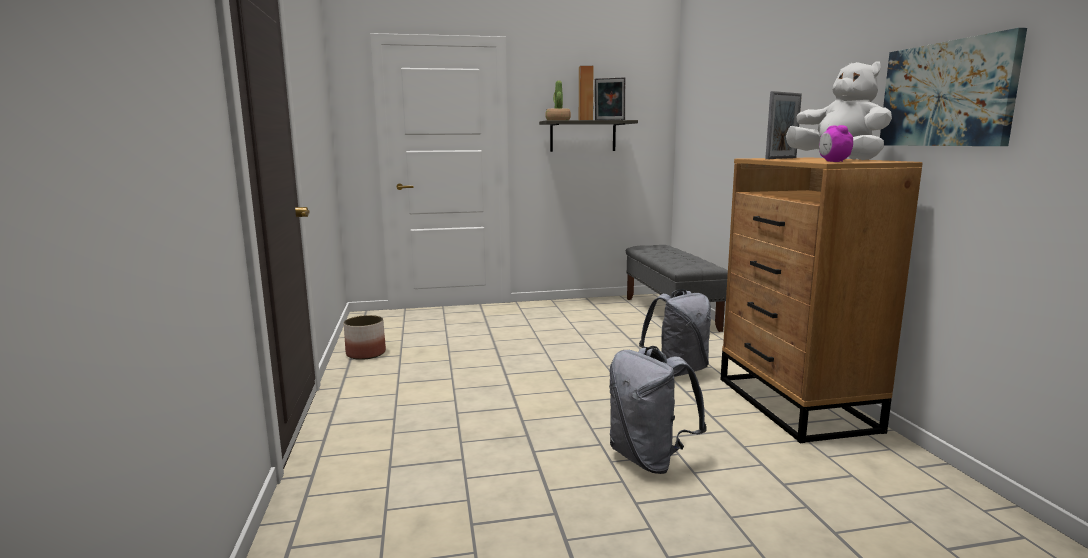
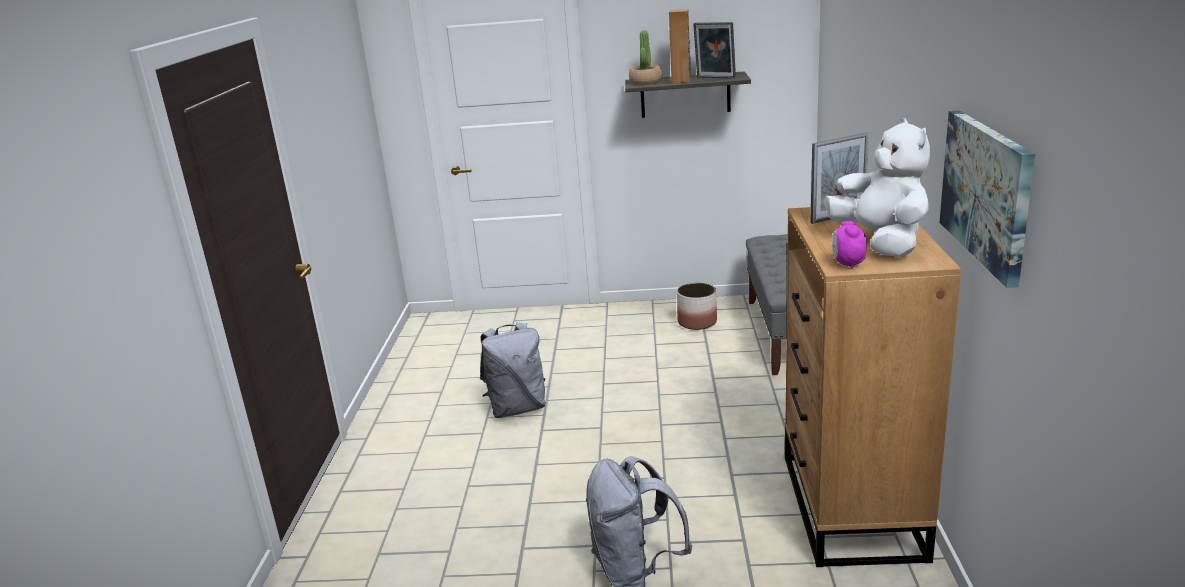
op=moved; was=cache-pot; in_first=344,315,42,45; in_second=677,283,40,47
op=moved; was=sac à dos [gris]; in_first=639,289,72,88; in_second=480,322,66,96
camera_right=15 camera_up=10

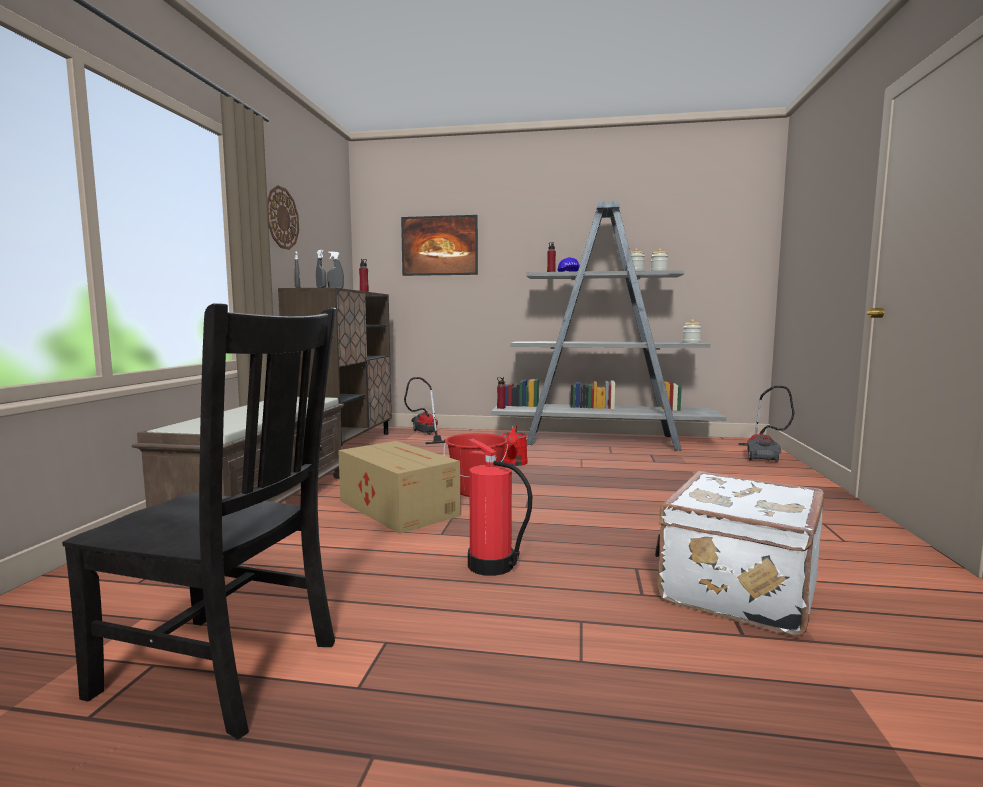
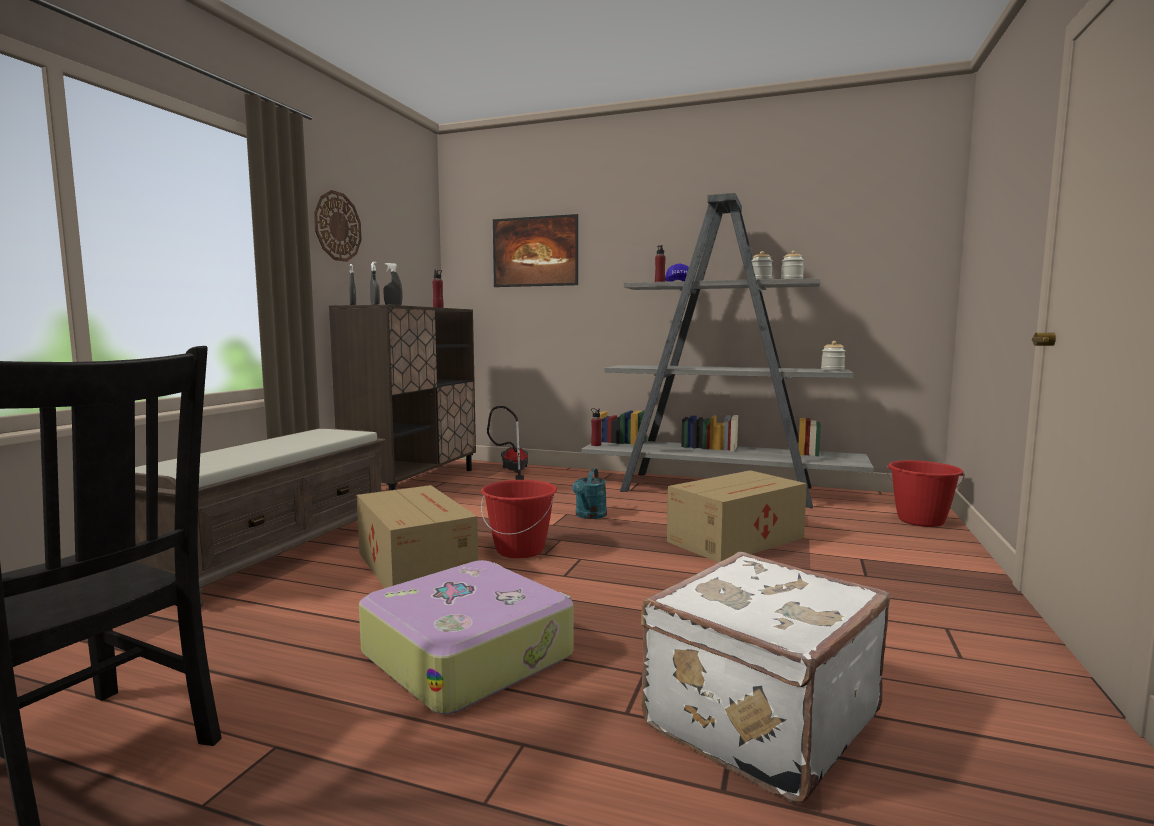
op=replaced; was=extincteur; now=valise; in_first=468,438,64,138; in_second=359,560,214,155
op=recoloured; was=arrosoir [rouge]; now=arrosoir [turquoise]; in_first=502,425,25,41; in_second=572,468,35,51
op=replaced; was=aspirateur; now=seau [rouge]; in_first=739,386,55,76; in_second=887,460,78,67
op=added; now=carton; in_second=667,470,140,93
camera_right=10 camera_up=0

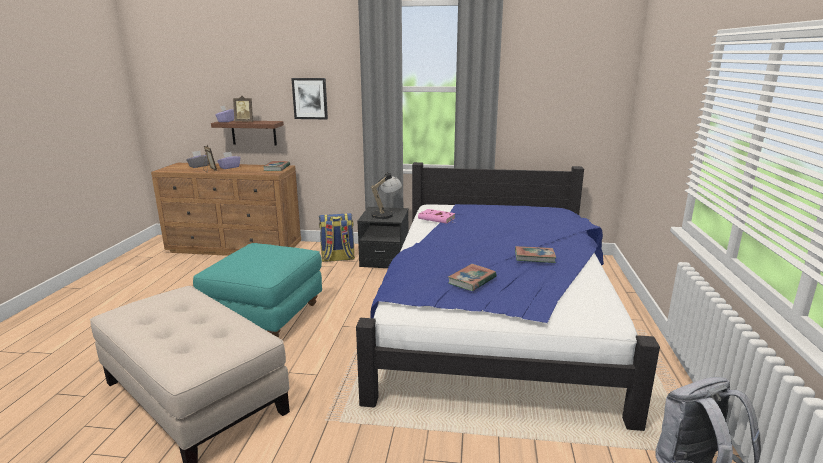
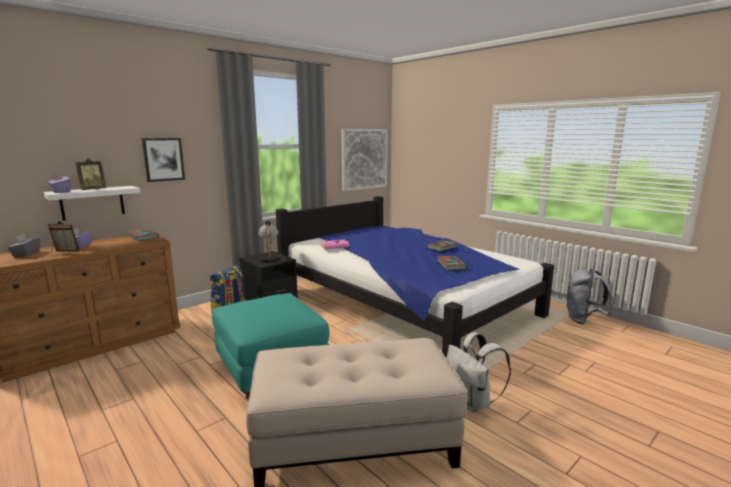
op=recoloured; was=étagère [marron]; now=étagère [blanc]; in_first=211,120,73,25; in_second=44,186,97,35
op=added; now=tableau; in_second=341,129,47,62
op=added; now=sac à dos [blanc]; in_second=447,332,64,80
camera_right=-50 camera_up=-5

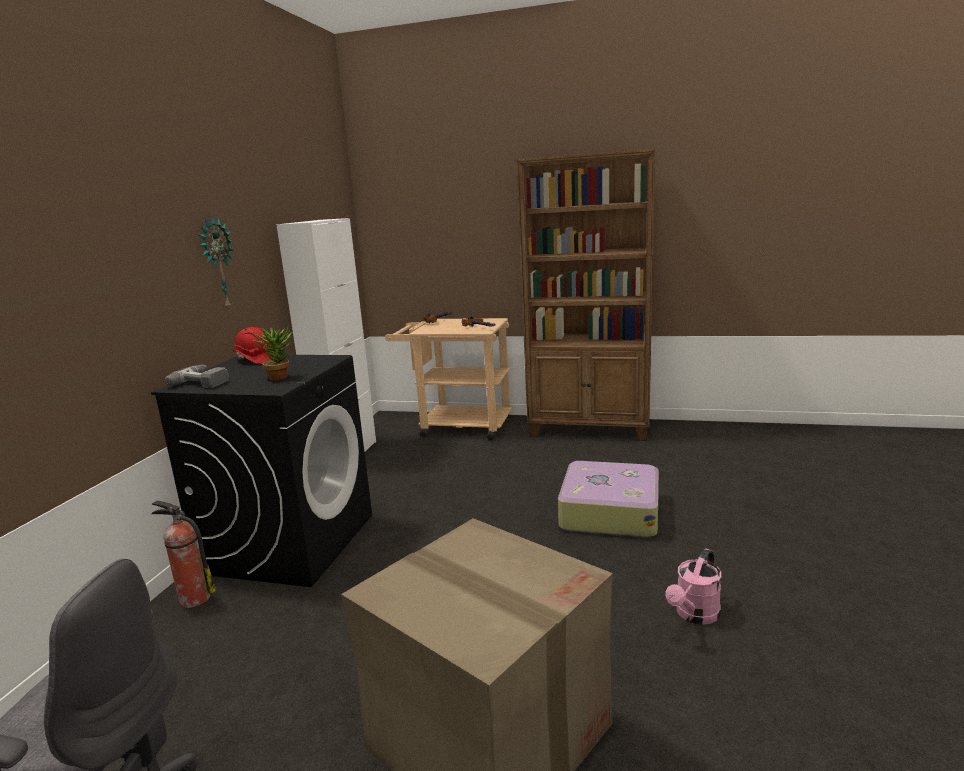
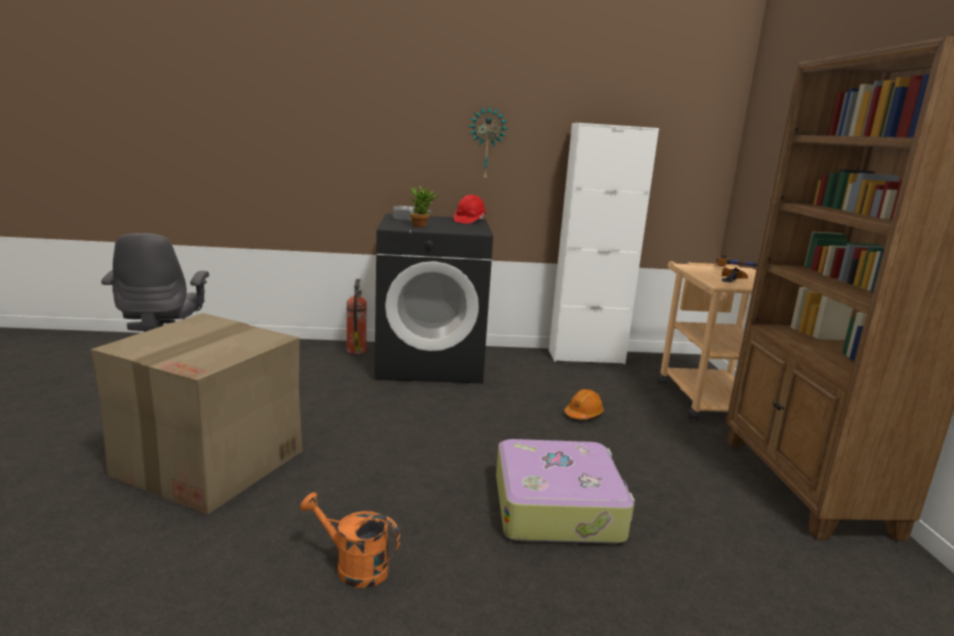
op=recoloured; was=arrosoir [rose]; now=arrosoir [orange]; in_first=666,549,56,76; in_second=300,492,101,96
op=added; now=casque de chantier [orange]; in_second=564,389,40,30
camera_right=70 camera_up=0

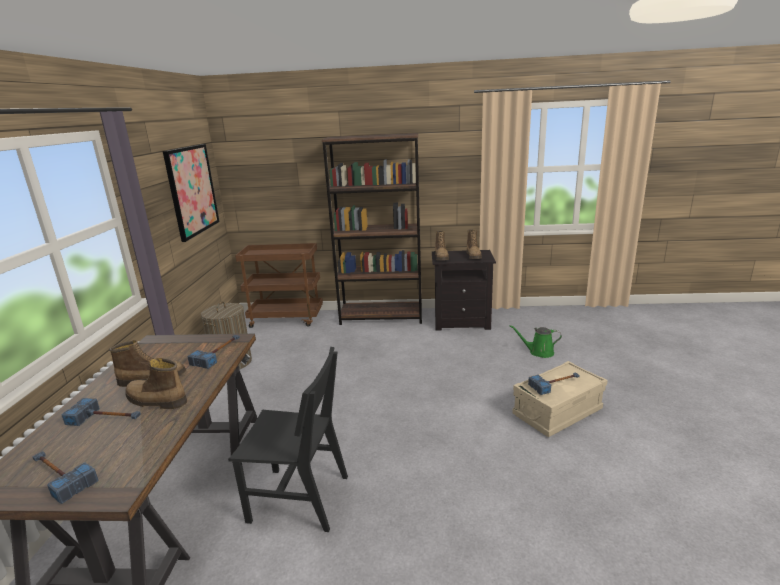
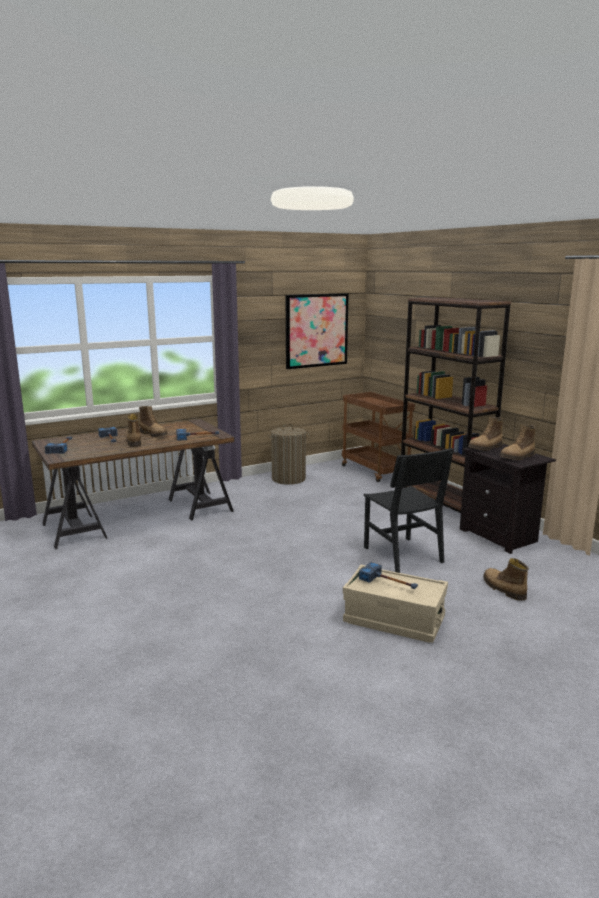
op=moved; was=chaise [noir]; in_first=228,347,120,185; in_second=363,448,91,125
op=replaced; was=arrosoir [vert]; now=botte; in_first=510,325,52,33; in_second=483,558,46,43
camera_right=55 camera_up=-5

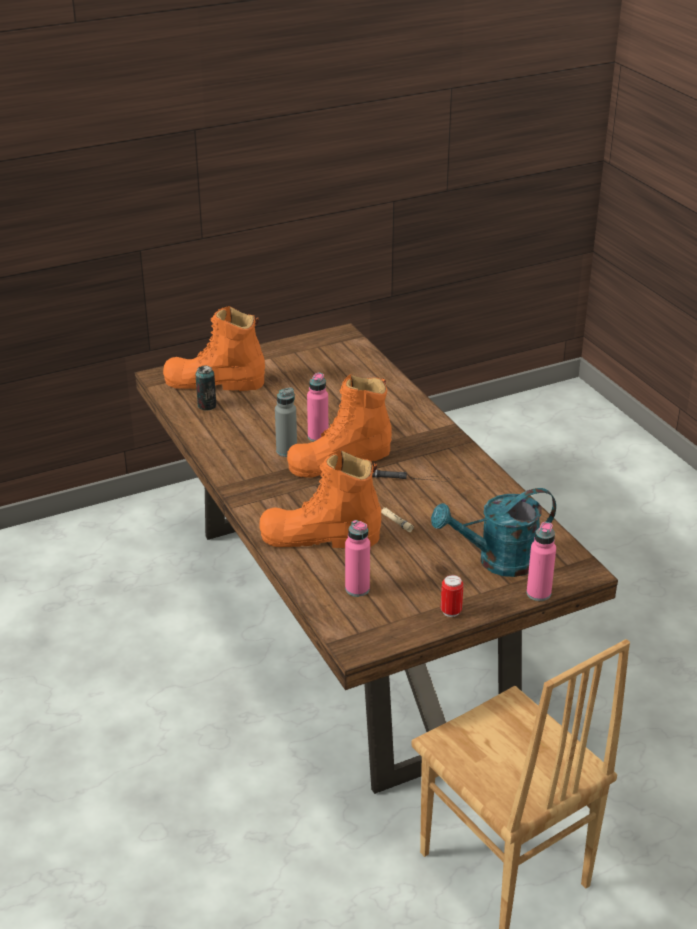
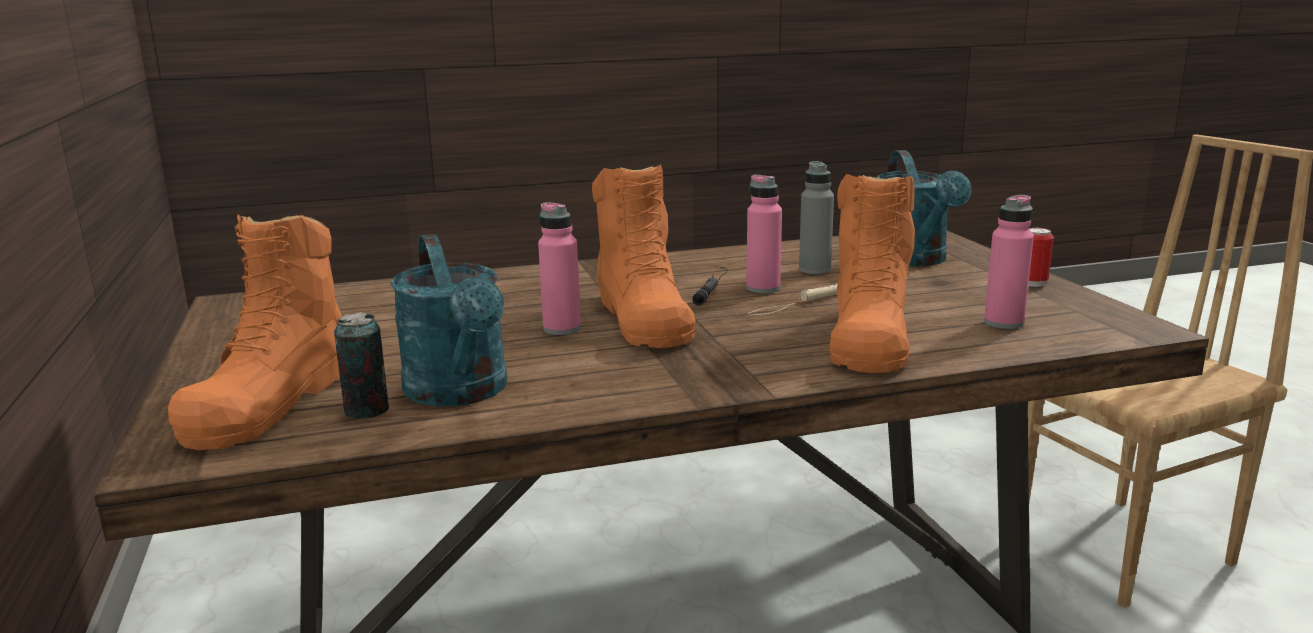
op=moved; was=bouteille [gris]; in_first=275,388,22,69; in_second=799,161,35,113
op=moved; was=bouteille [rose]; in_first=527,522,29,79; in_second=746,174,36,119
op=added; now=arrosoir [turquoise]; in_second=390,234,117,172
camera_right=-80 camera_up=-15

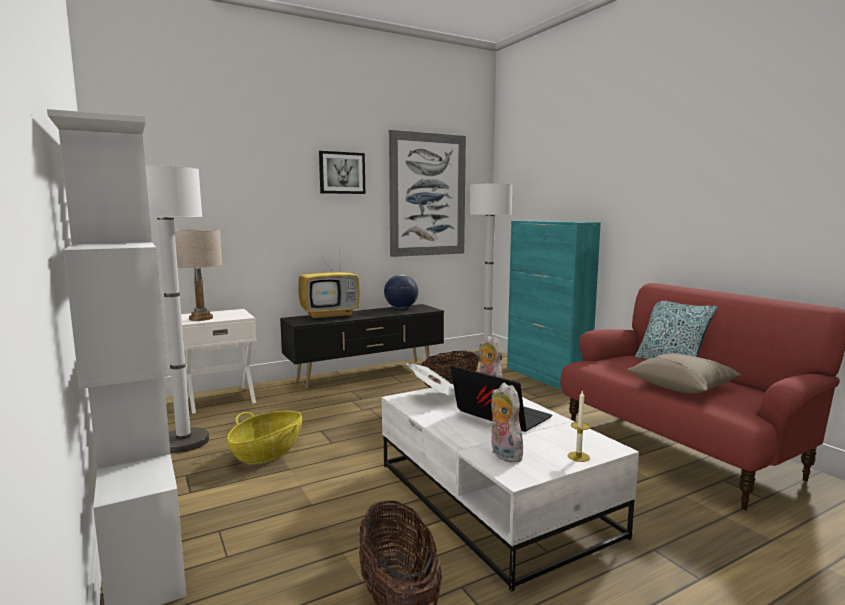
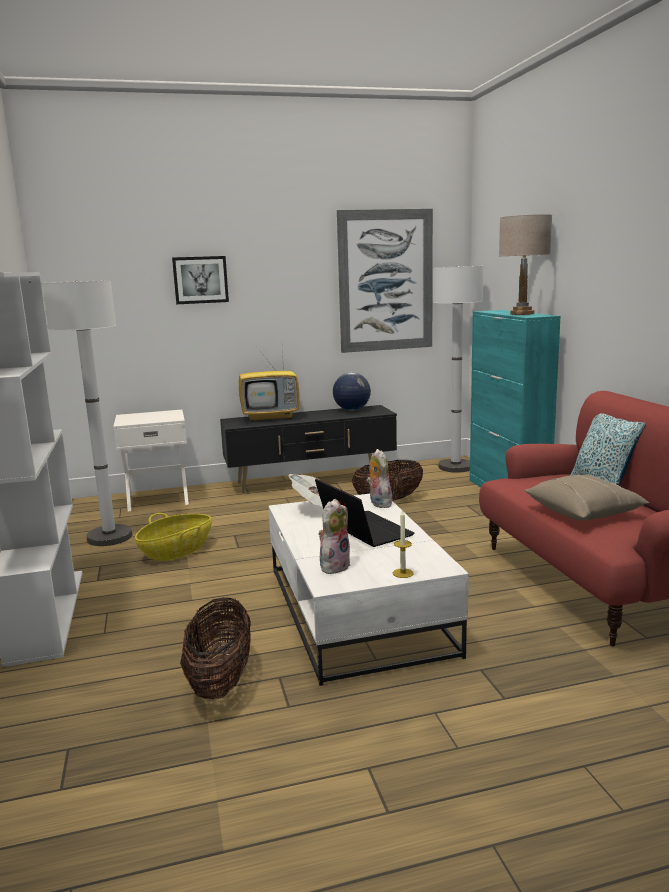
op=moved; was=lampe de table [beige]; in_first=175,229,47,92; in_second=499,214,53,101
op=moved; was=tableau; in_first=319,151,46,43; in_second=172,256,57,48
op=turned; was=peluche; in_first=491,382,35,80; in_second=319,499,32,75; clockwise=45
camera_right=15 camera_up=5

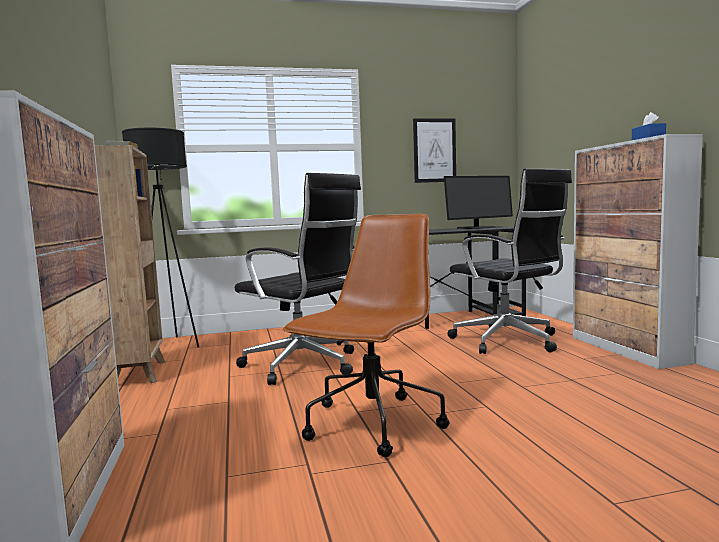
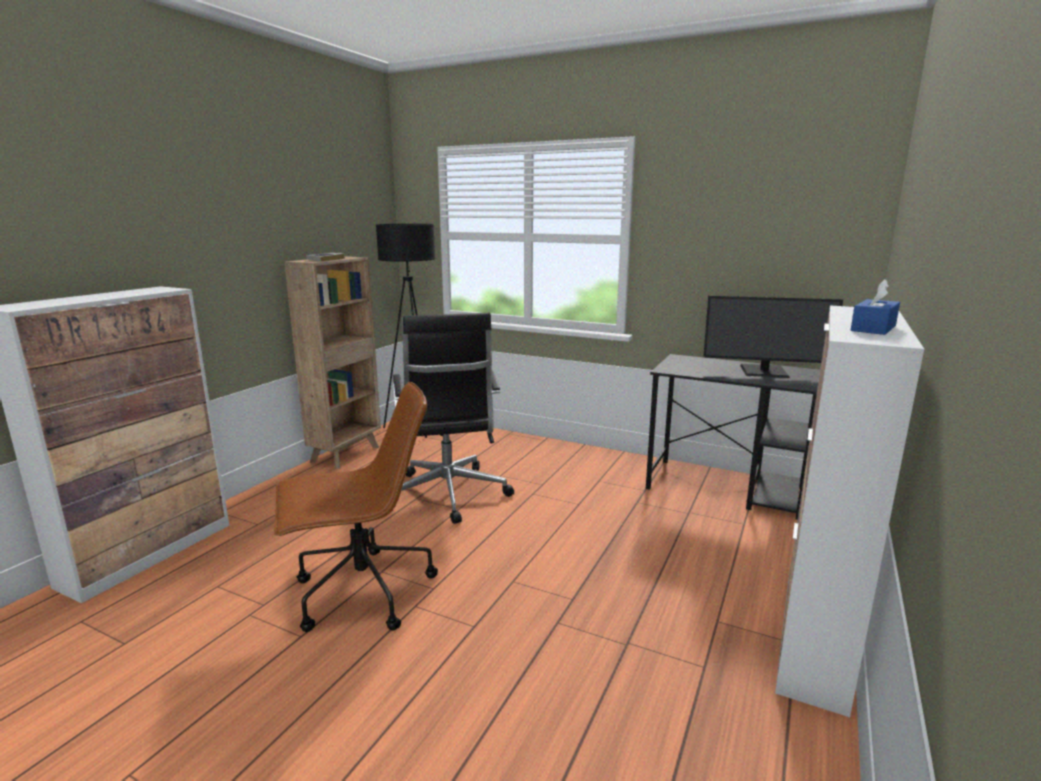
op=removed; was=tableau; in_first=413,118,43,65
op=removed; was=chaise de bureau [noir]; in_first=447,169,125,185
camera_right=40 camera_up=10

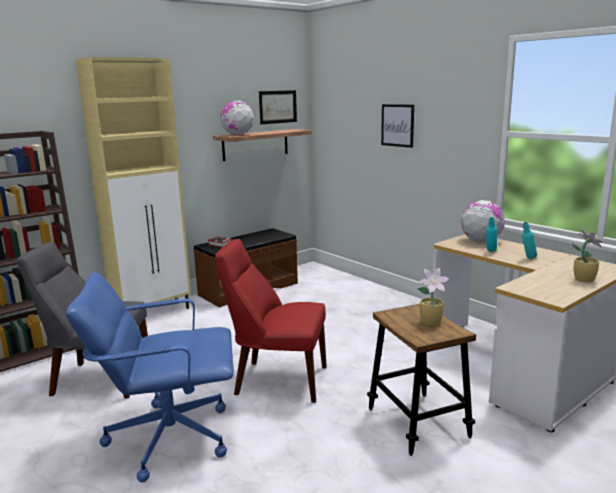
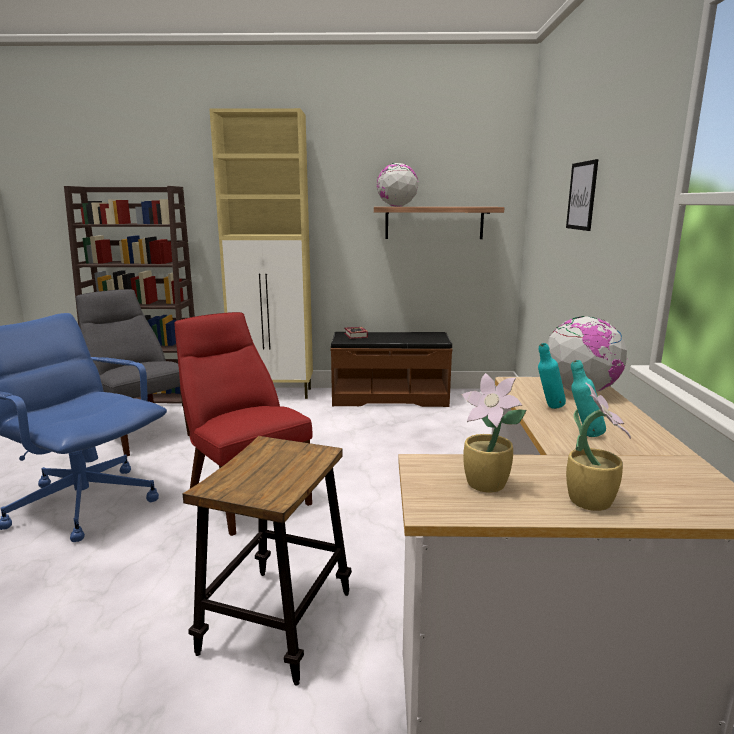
op=removed; was=tableau; in_first=259,90,38,34
op=moved; was=plante en pot; in_first=418,268,32,58; in_second=462,373,65,120
camera_right=40 camera_up=0

